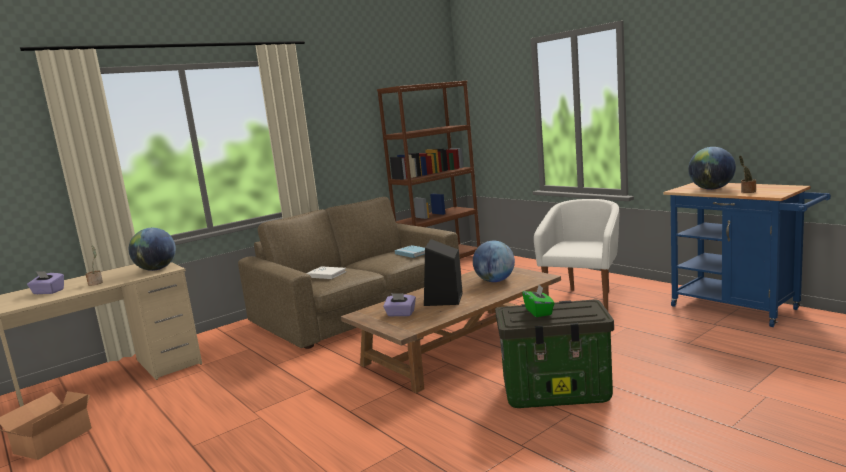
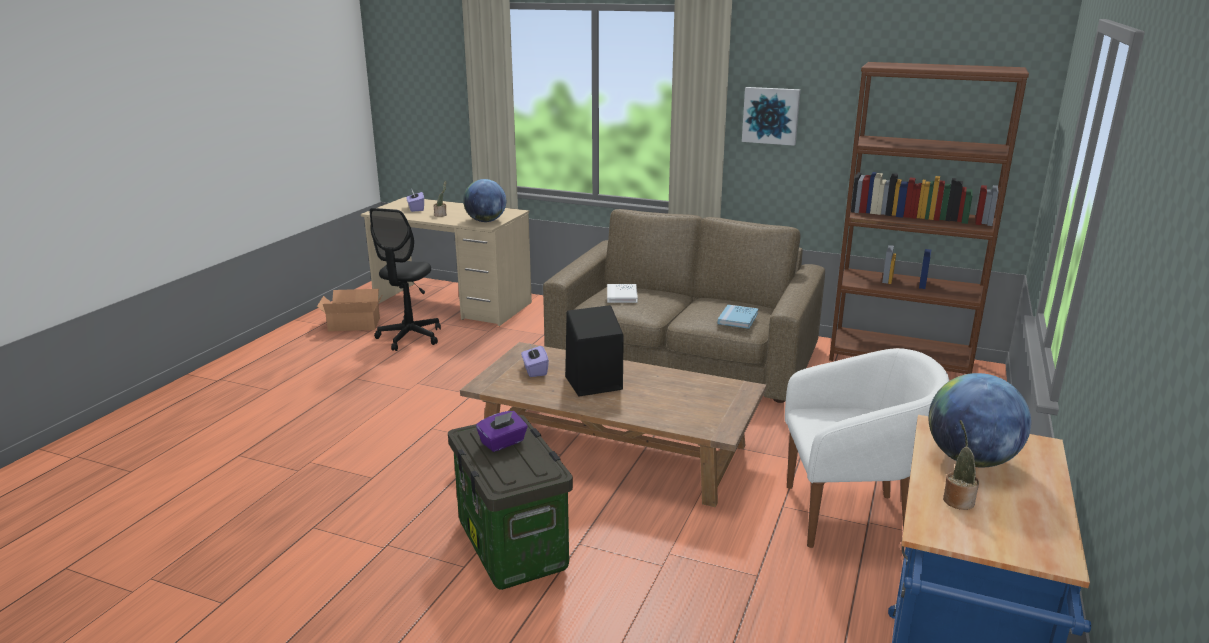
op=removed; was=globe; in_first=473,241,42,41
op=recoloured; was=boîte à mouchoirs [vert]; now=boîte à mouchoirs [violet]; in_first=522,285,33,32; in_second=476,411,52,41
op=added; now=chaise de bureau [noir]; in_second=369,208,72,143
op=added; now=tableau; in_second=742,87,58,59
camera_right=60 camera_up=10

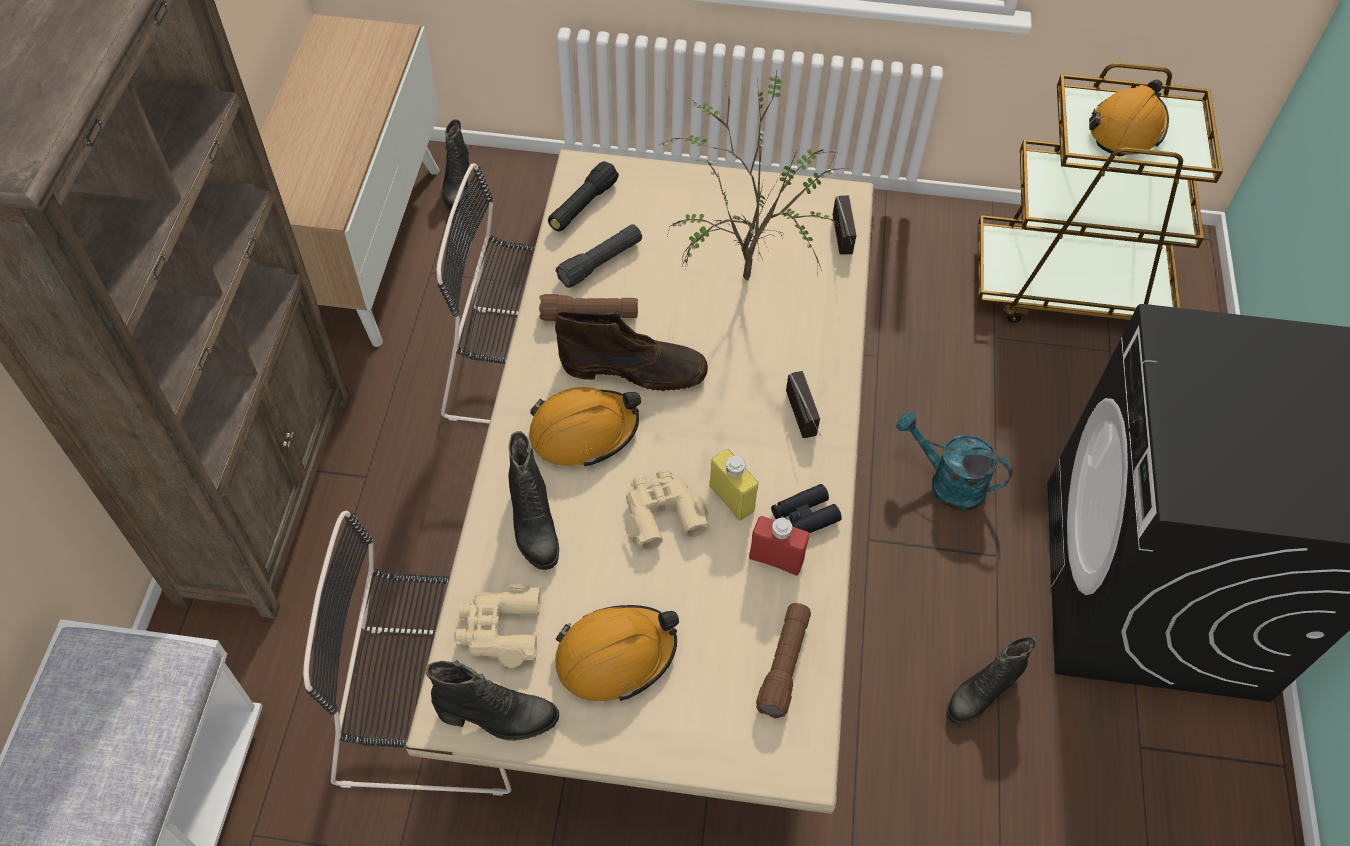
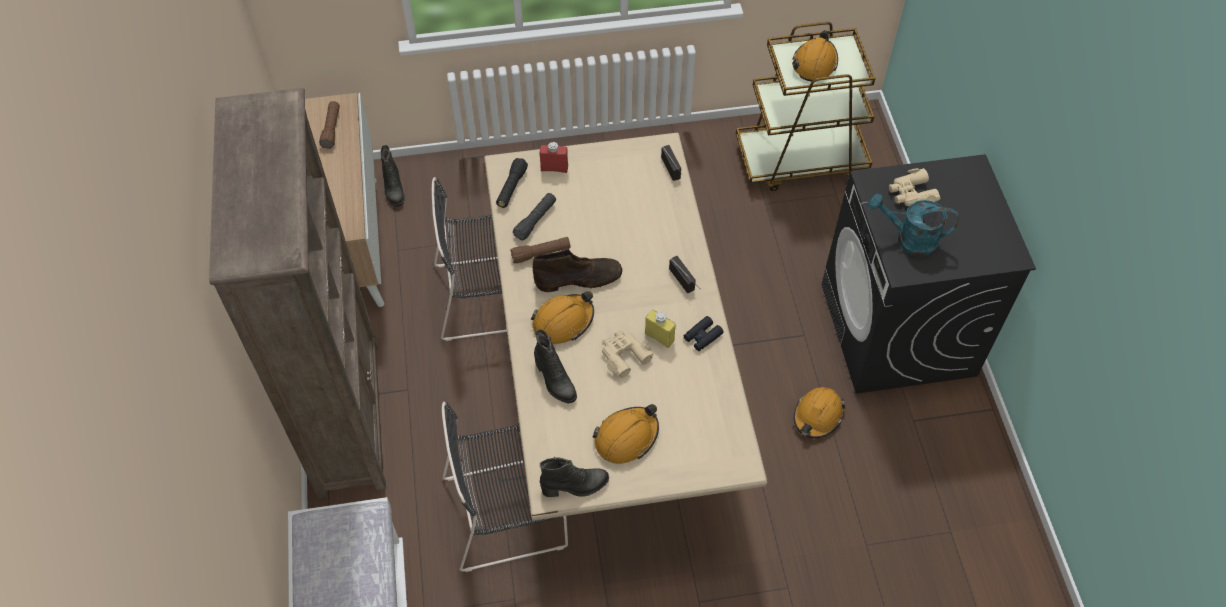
op=moved; was=jumelles [beige]; in_first=456,584,84,84; in_second=889,168,52,38
op=removed; was=plante en pot; in_first=659,70,191,211
op=moved; was=bouteille [rouge]; in_first=749,516,60,60; in_second=539,141,29,32
op=moved; was=lampe de poche [marron]; in_first=756,603,55,115; in_second=319,101,21,48
op=moved; was=arrosoir [turquoise]; in_first=896,412,117,99; in_second=868,194,91,63
op=replaced; was=botte [noir]; now=casque de chantier [orange]; in_first=946,636,91,89; in_second=793,387,52,51
camera_right=-15 camera_up=0

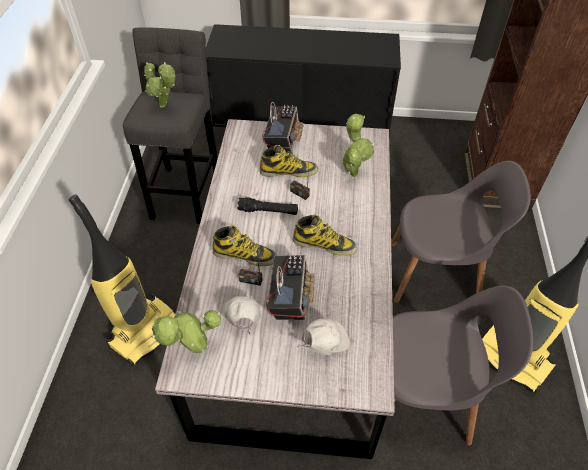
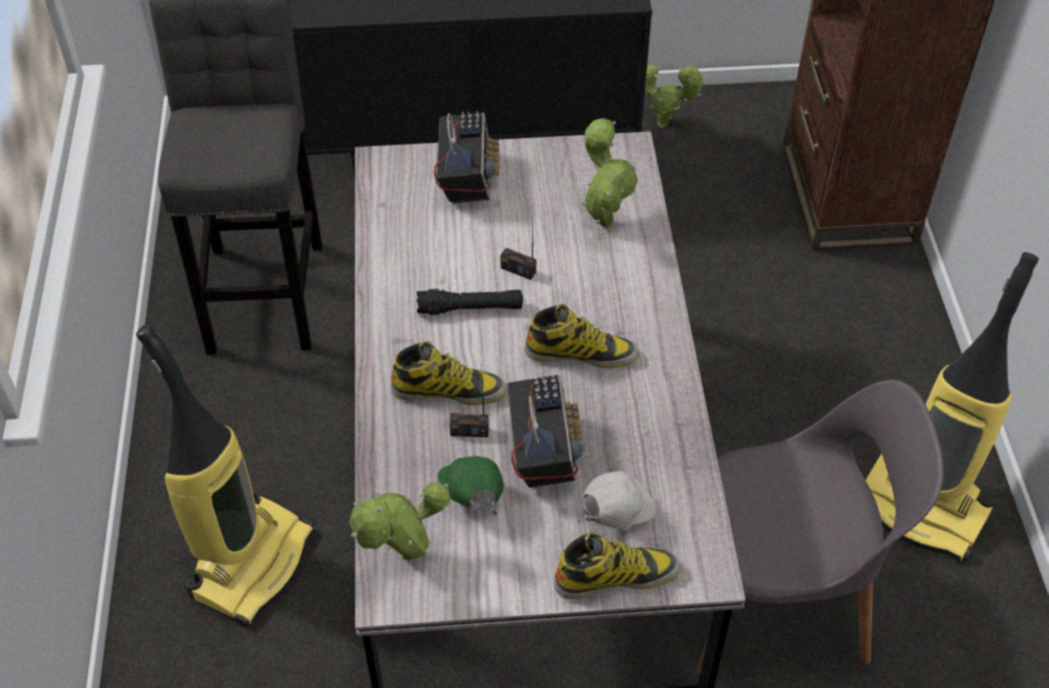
op=moved; was=plante en pot; in_first=144,62,31,46; in_second=645,64,60,64
op=recoloured; was=casquette [blanc]; now=casquette [vert]; in_first=224,296,37,38; in_second=438,456,66,59
op=moved; was=botte; in_first=260,145,58,32; in_second=554,531,126,68
op=removed; was=chaise [gris]; in_first=391,161,140,142
camera_right=-10 camera_up=0

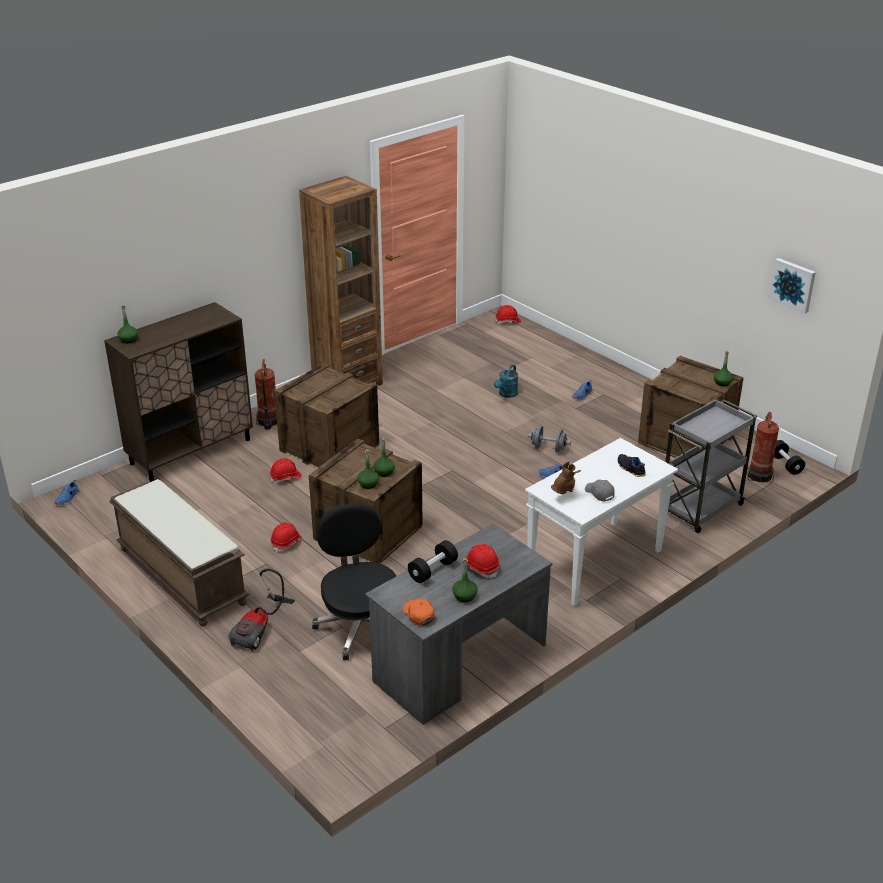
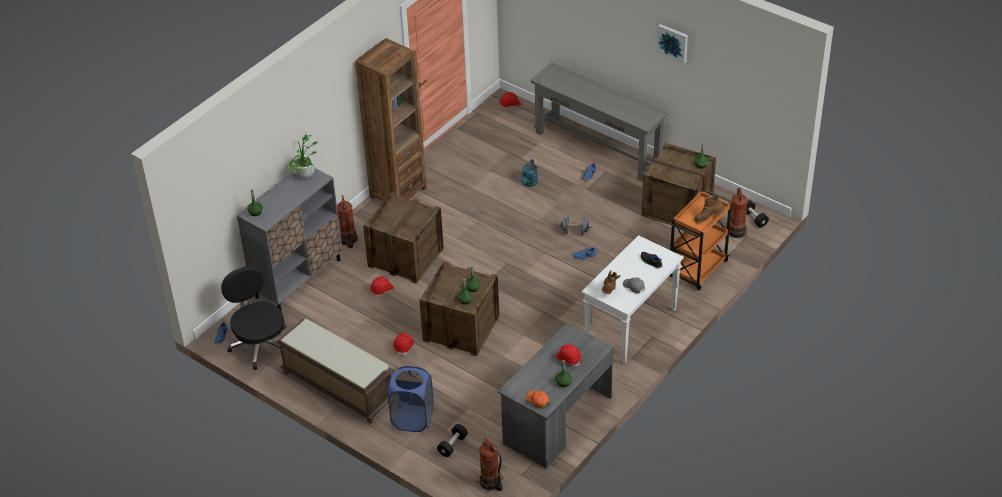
op=recoloured; was=meuble de rangement [marron]; now=meuble de rangement [gris]; in_first=104,302,149,180; in_second=237,168,106,143
op=replaced; was=aspirateur; now=panier à linge [bleu]; in_first=228,568,67,83; in_second=388,366,45,66
op=moved; was=chaise de bureau [noir]; in_first=312,503,84,157; in_second=221,266,65,104
op=moved; was=haltère [noir]; in_first=408,540,50,43; in_second=437,424,31,33
op=recoloured; was=chariot [gris]; now=chariot [orange]; in_first=665,399,92,134; in_second=670,190,62,100
op=moved; was=tableau; in_first=769,258,47,55; in_second=657,24,31,39
op=added; now=plante en pot; in_second=288,133,30,45
op=added; now=extincteur; in_second=477,438,26,54
op=added; now=table console [gris]; in_second=530,62,138,120
op=added; now=botte [marron]; in_second=694,195,31,27
camera_right=-10 camera_up=10

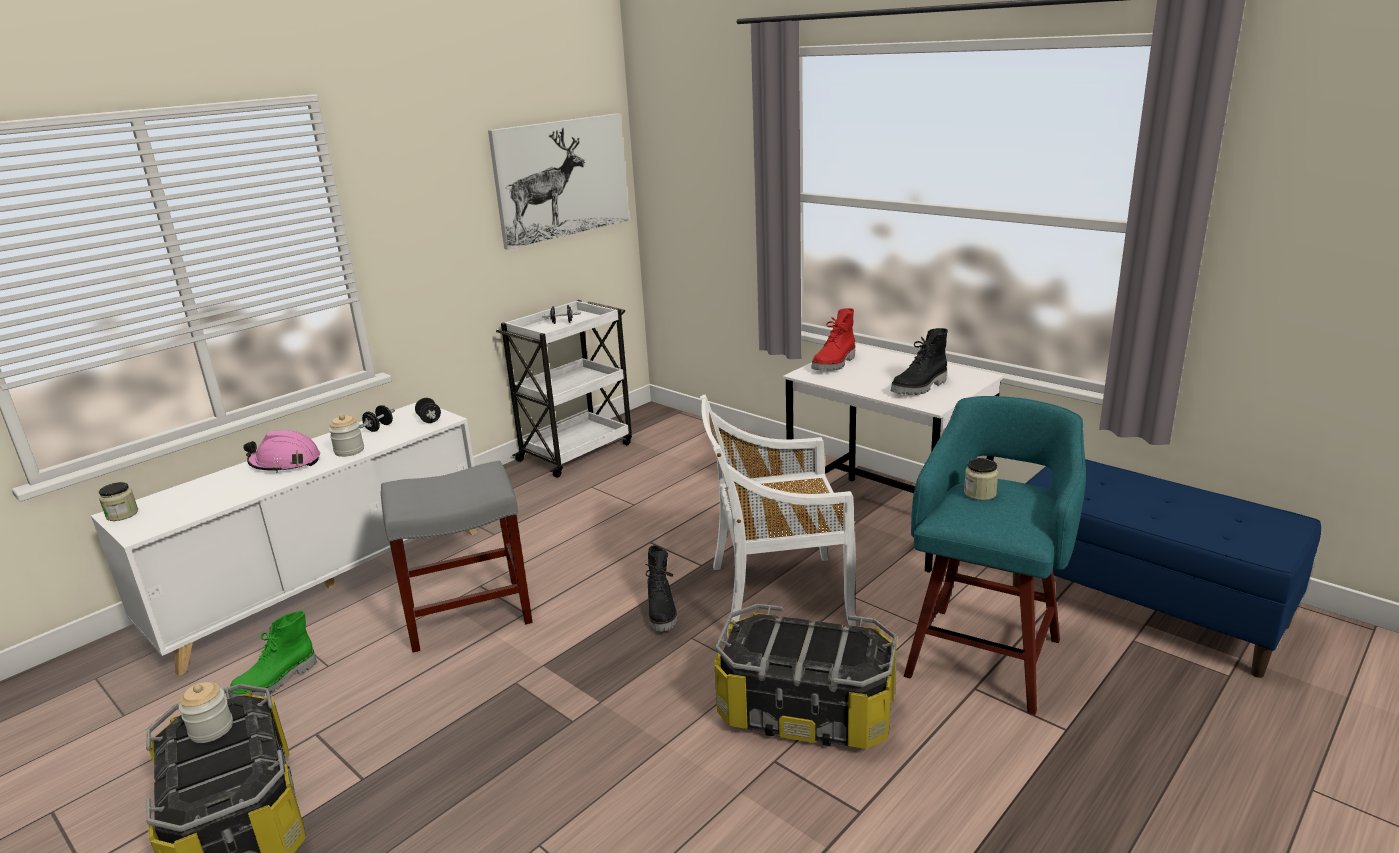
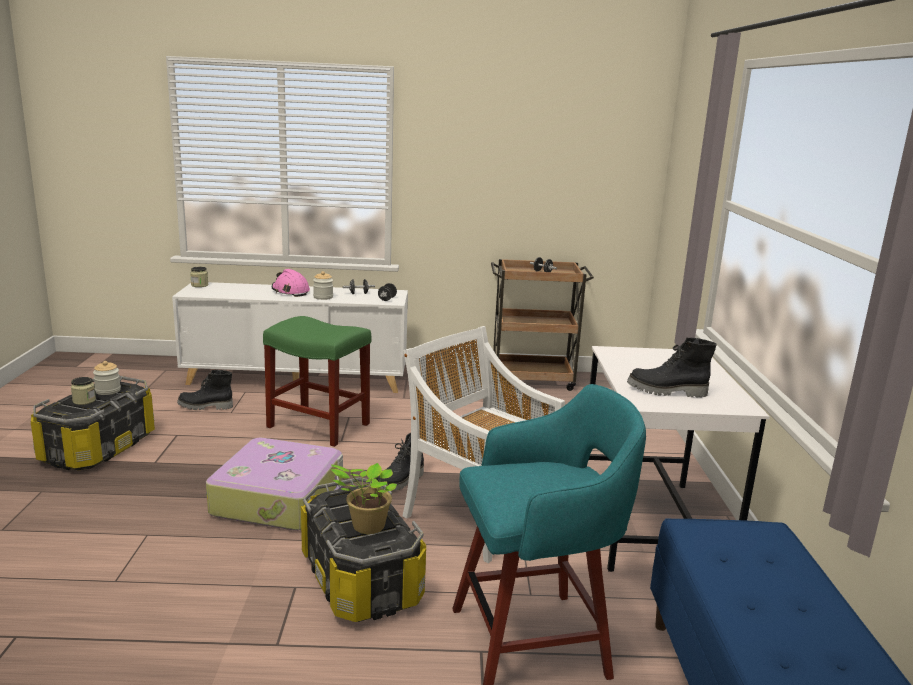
op=recoloured; was=botte [vert]; now=botte [noir]; in_first=229,611,88,87; in_second=177,370,56,40
op=recoloured; was=tabouret [gris]; now=tabouret [vert]; in_first=381,461,151,192; in_second=263,316,108,131
op=removed; was=tableau; in_first=488,113,141,137
op=recoloured; was=chariot [blanc]; now=chariot [marron]; in_first=496,300,136,178; in_second=491,259,103,132
op=removed; was=botte [rouge]; in_first=811,308,44,63
op=moved; was=bocal; in_first=964,458,34,42; in_second=71,377,25,28
op=added; now=valise; in_second=206,438,137,93
op=added; now=plante en pot; in_second=330,463,67,71
camera_right=45 camera_up=-5

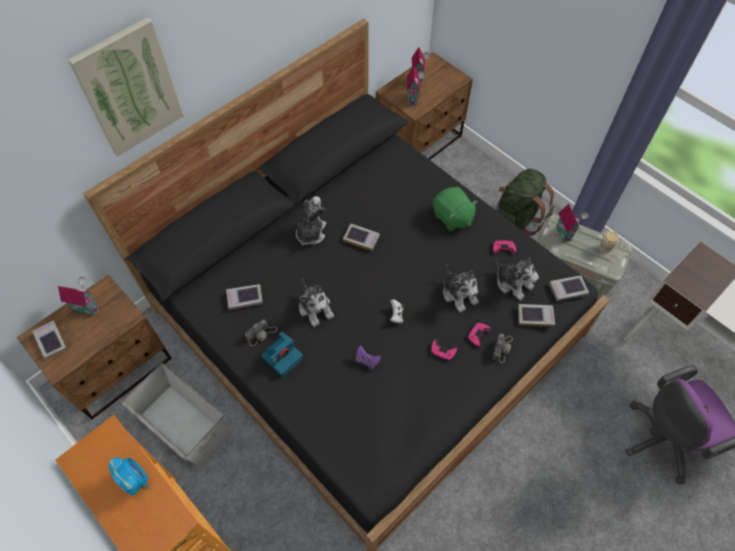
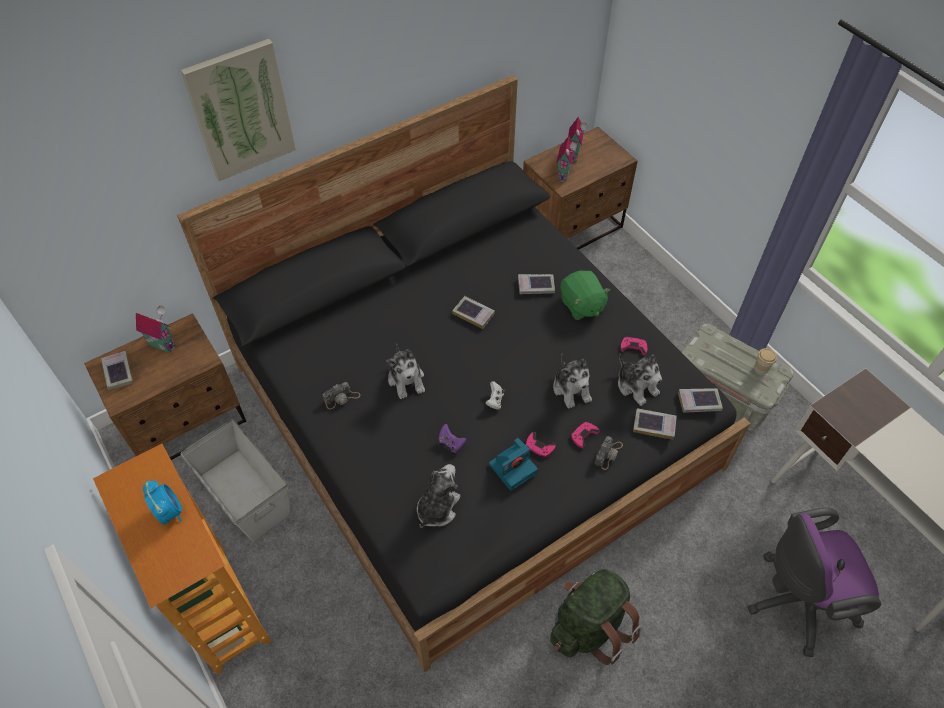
op=moved; was=livre; in_first=226,284,37,26; in_second=518,274,37,20
op=moved; was=appareil photo; in_first=262,332,42,45; in_second=489,438,49,53
op=moved; was=peluche; in_first=296,196,30,49; in_second=417,464,43,64
op=moved; was=sac à dos [vert]; in_first=496,168,58,68; in_second=550,569,91,96
op=removed; was=maison miniature; in_first=556,204,33,39
camera_right=10 camera_up=-5

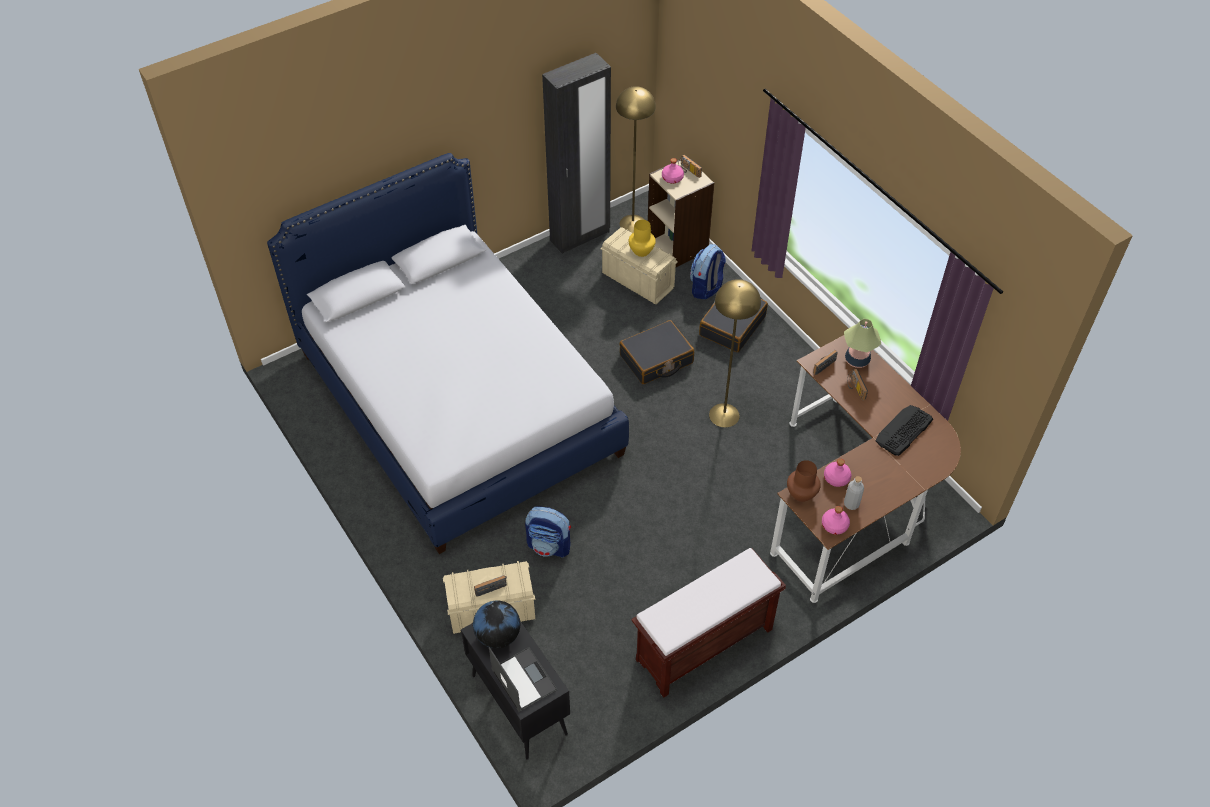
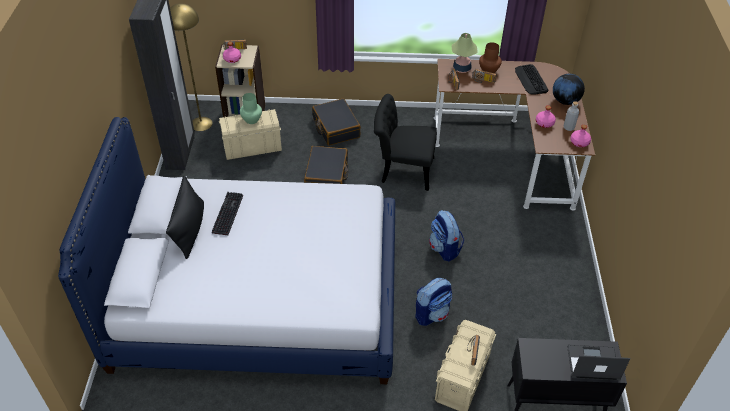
op=moved; was=globe; in_first=473,601,47,48; in_second=553,74,32,31
op=recoloured; was=vase [jaune]; now=vase [vert]; in_first=629,220,27,37; in_second=240,93,22,31
op=removed; was=banc [marron]; in_first=631,548,155,150
op=moved; was=sac à dos; in_first=690,244,36,55; in_second=429,210,35,51
op=replaced; was=lampadaire [jaune]; now=chaise [noir]; in_first=709,279,52,149; in_second=374,94,63,97
op=moved; was=vase [marron]; in_first=787,460,34,42; in_second=479,42,23,31
op=added; now=coussin [noir]; in_second=166,176,38,83
op=added; now=clavier; in_second=212,192,31,43
camera_right=-55 camera_up=-5

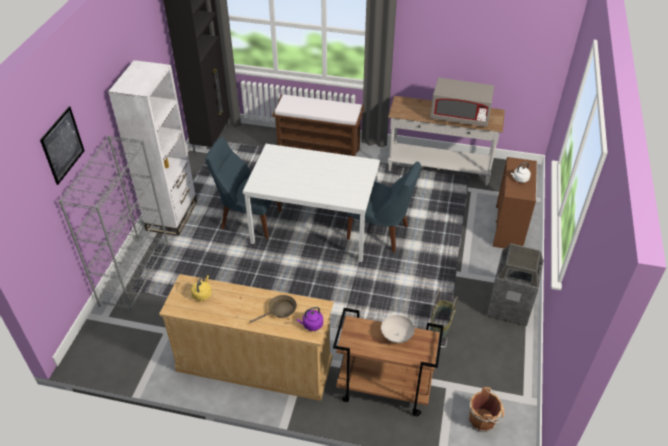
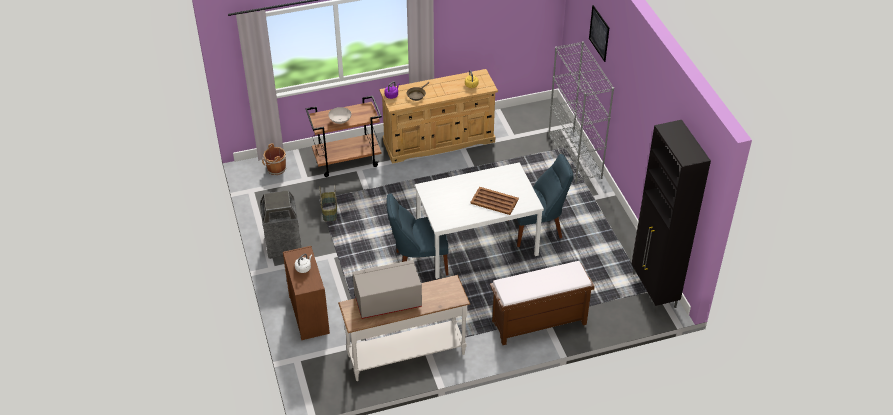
op=removed; was=bibliothèque [blanc]; in_first=108,60,89,176
op=added; now=plateau [marron]; in_second=470,187,49,28
camera_right=150 camera_up=0

